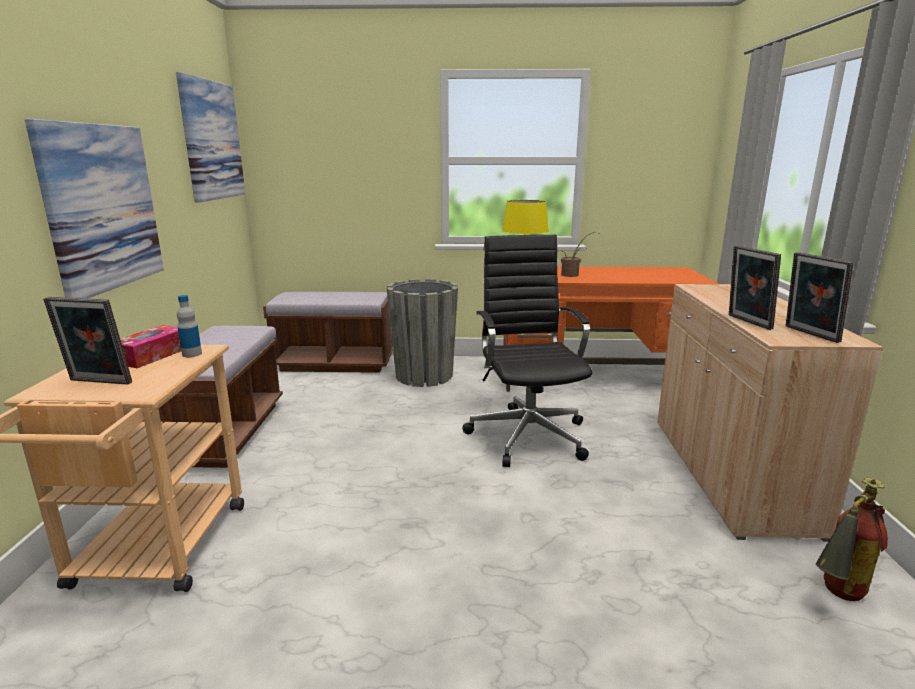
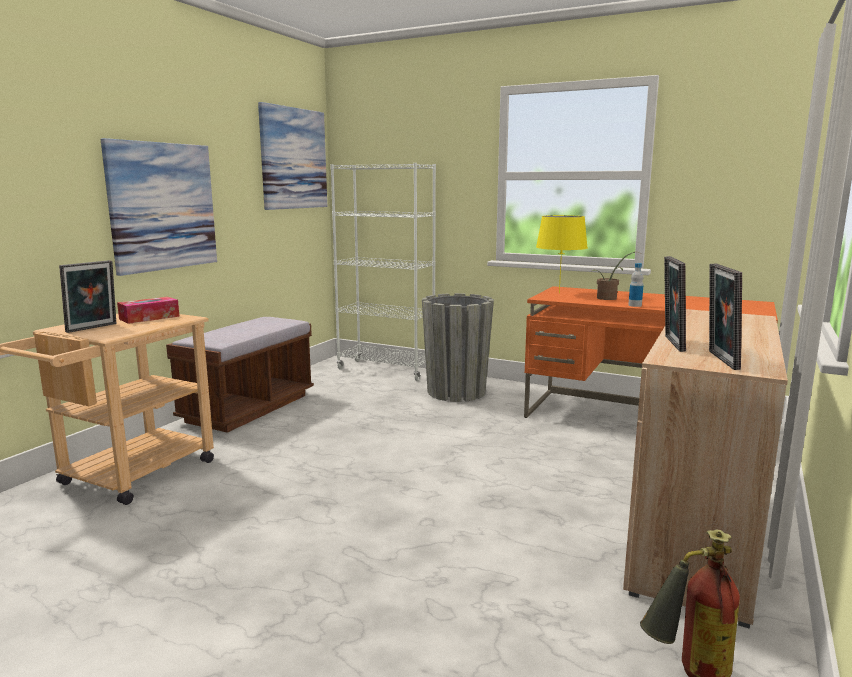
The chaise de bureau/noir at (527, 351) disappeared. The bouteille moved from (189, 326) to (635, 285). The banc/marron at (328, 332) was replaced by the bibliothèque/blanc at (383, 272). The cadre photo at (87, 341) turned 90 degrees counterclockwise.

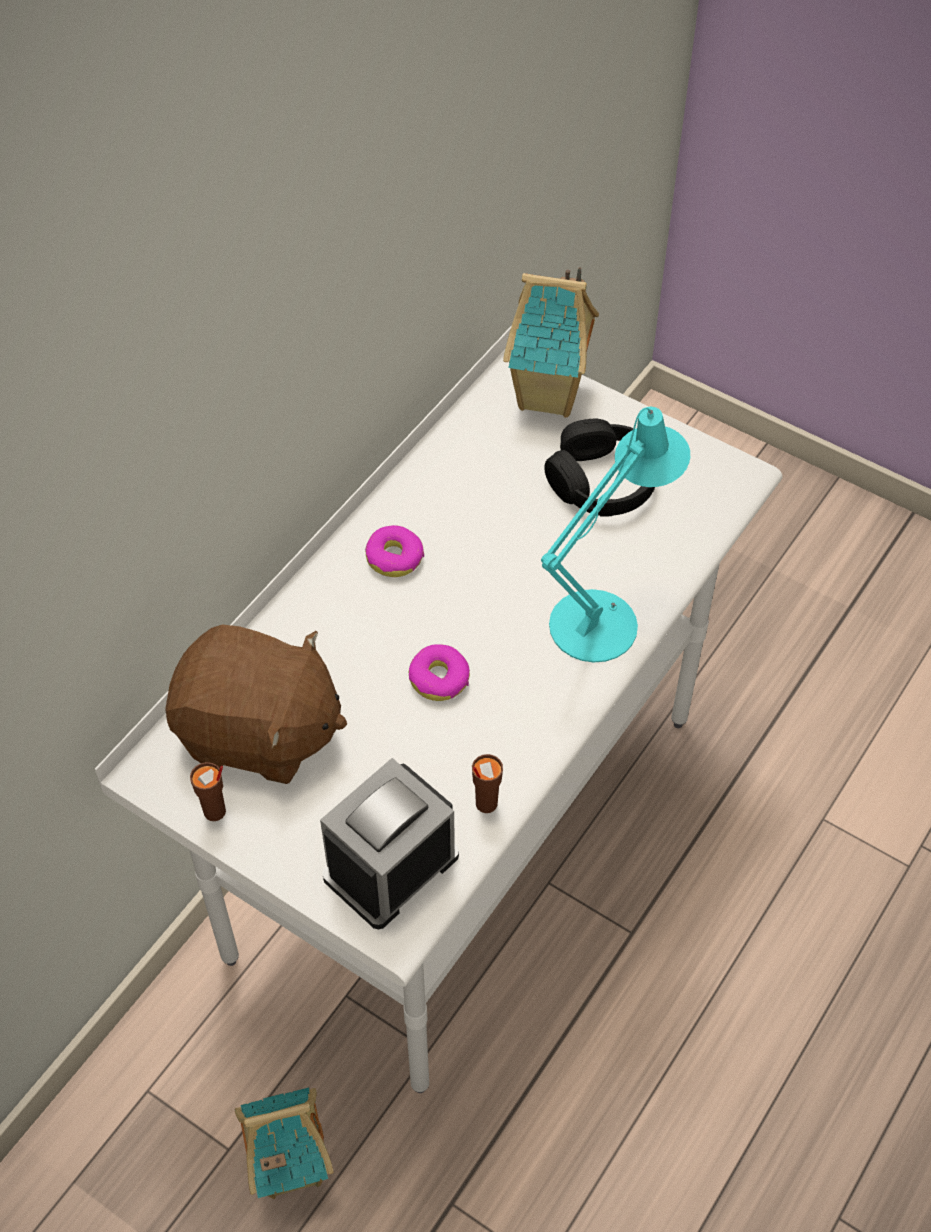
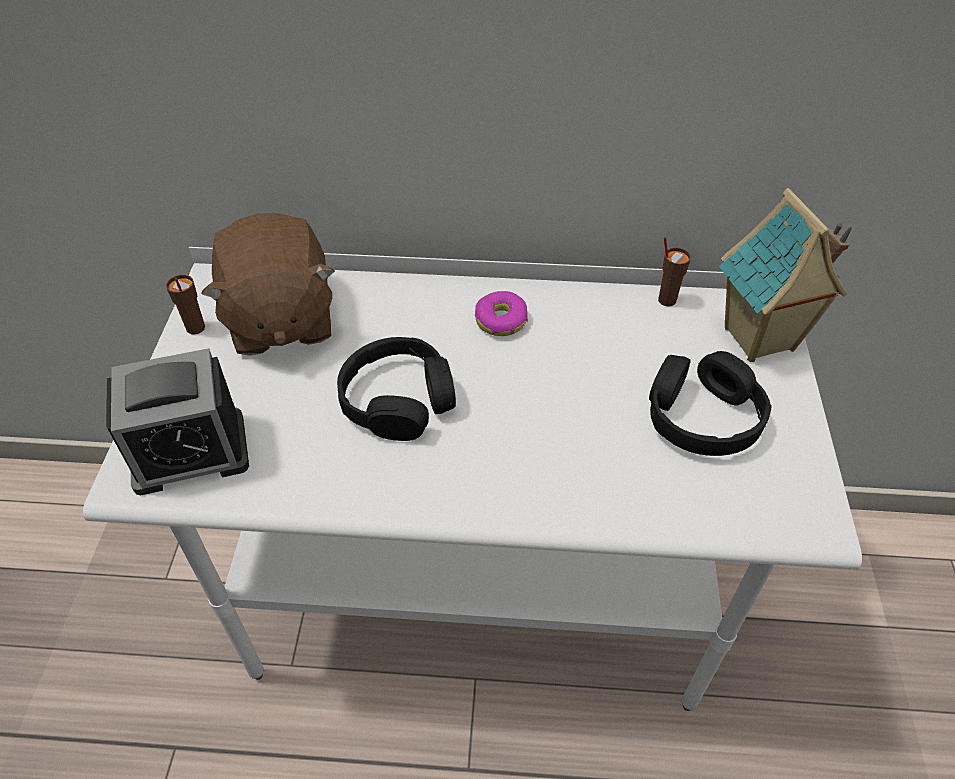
The maison miniature at (284, 1143) disappeared. The lampe de table/turquoise at (615, 535) disappeared. The tasse/marron moved from (487, 783) to (674, 272). The beignet at (439, 672) was replaced by the casque audio/noir at (396, 389). The réveil at (389, 843) turned 150 degrees clockwise.

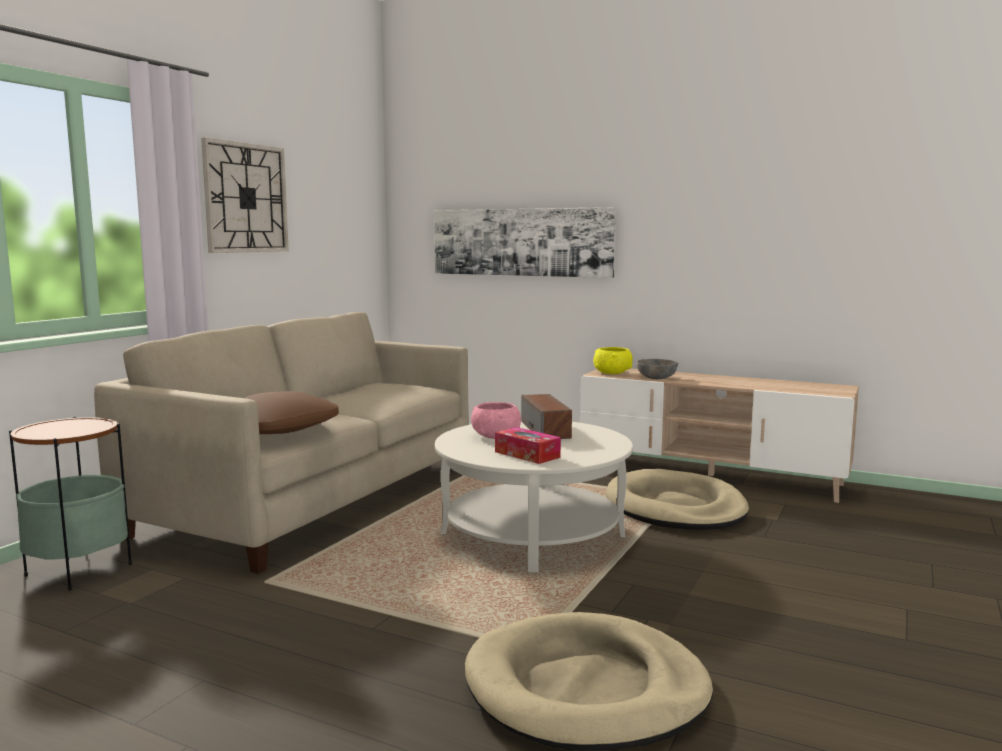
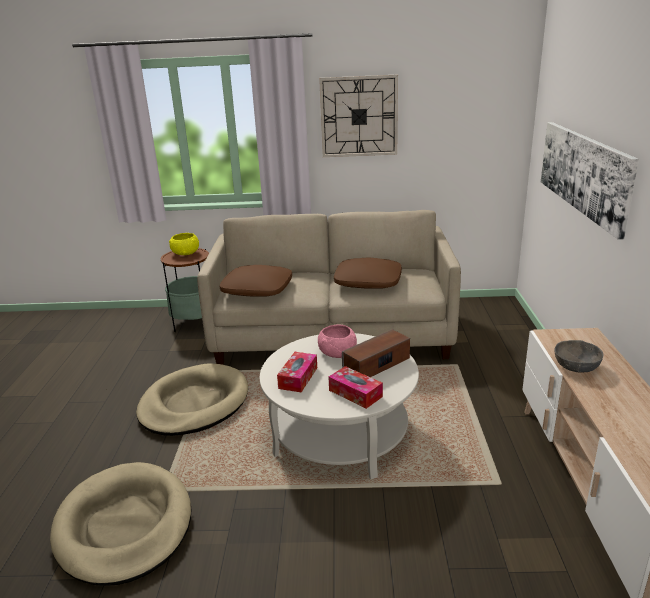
The boîte à mouchoirs at (356, 387) appeared. The coussin/marron at (368, 273) appeared. The bol/jaune moved from (613, 360) to (184, 244). The panier pour chien/beige moved from (677, 499) to (192, 399).

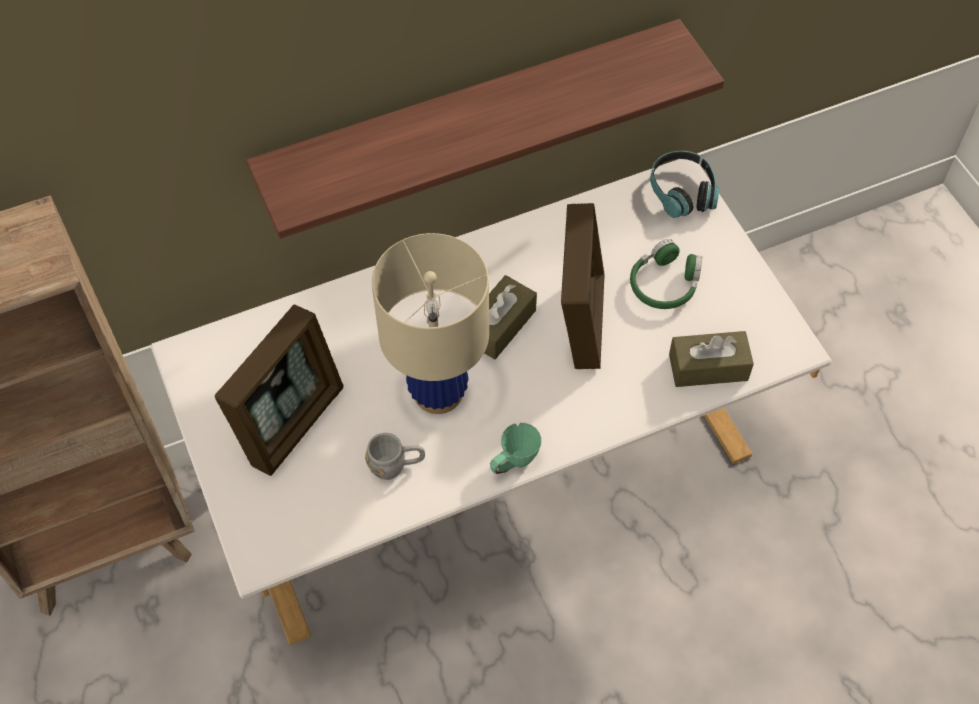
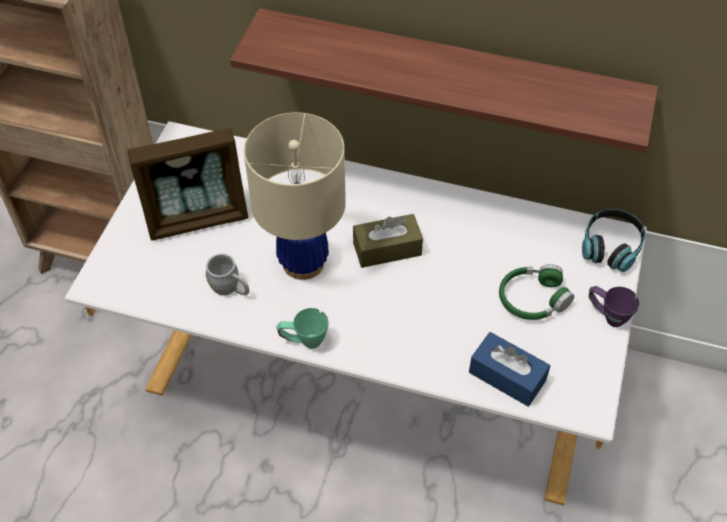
The cadre photo at (583, 286) disappeared. The mug/violet at (614, 306) appeared. The boîte à mouchoirs/marron at (711, 359) became the boîte à mouchoirs/bleu at (509, 369).

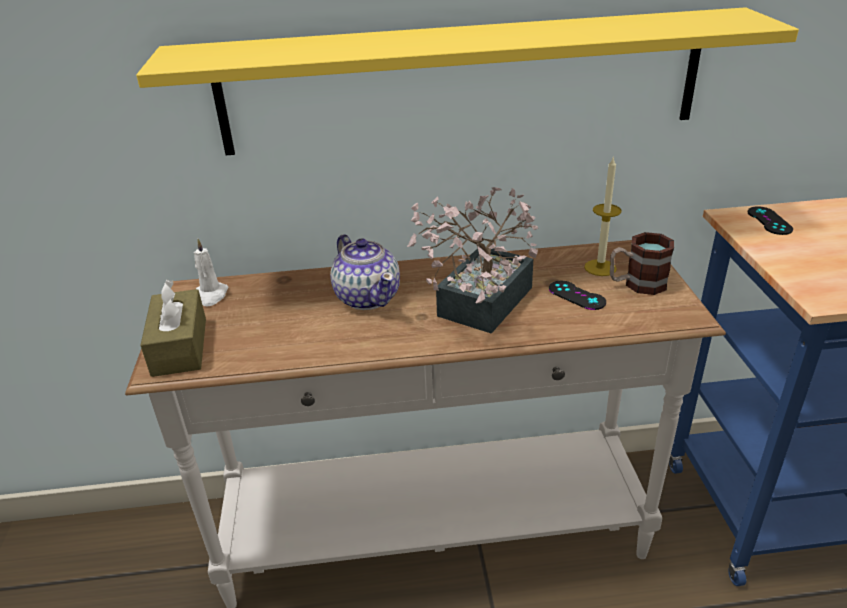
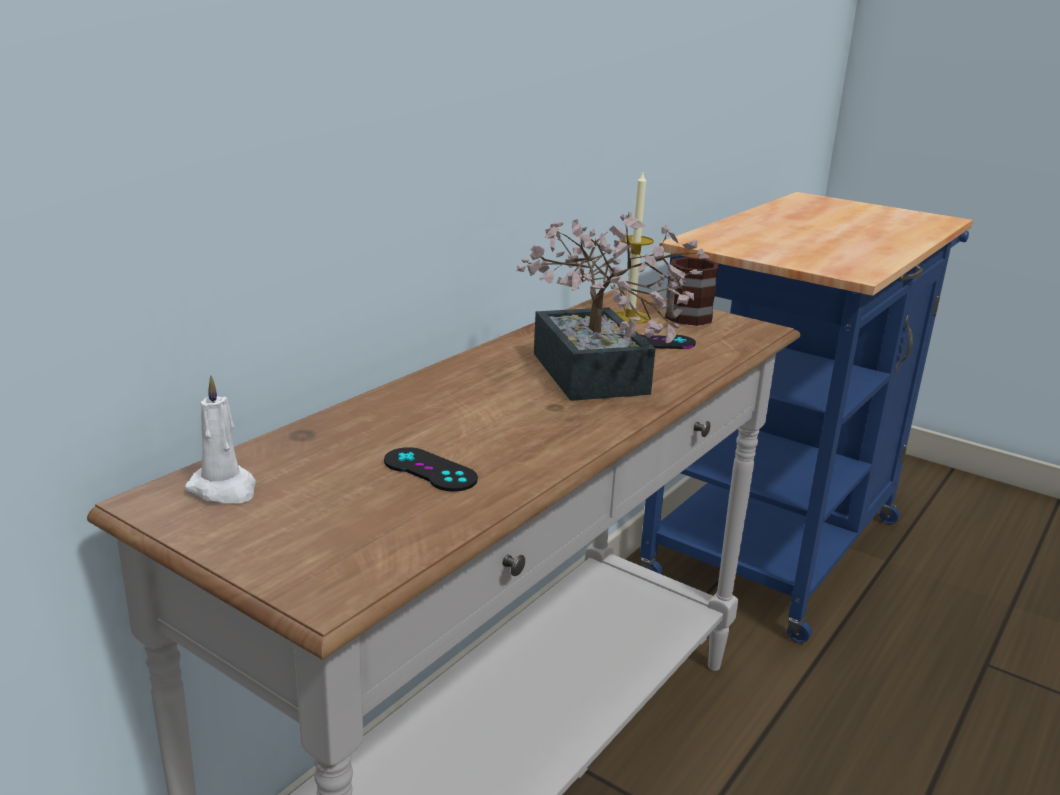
The étagère/jaune at (467, 81) disappeared. The boîte à mouchoirs/marron at (173, 328) disappeared. The théière at (365, 272) disappeared. The manette/noir moved from (770, 220) to (431, 469).

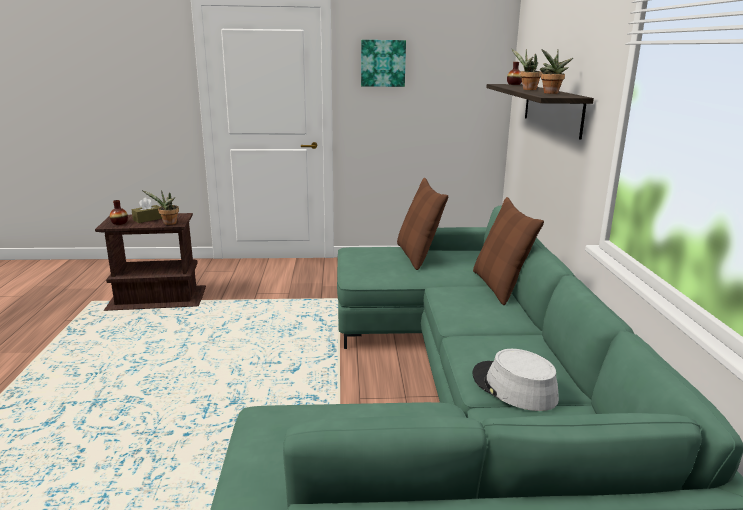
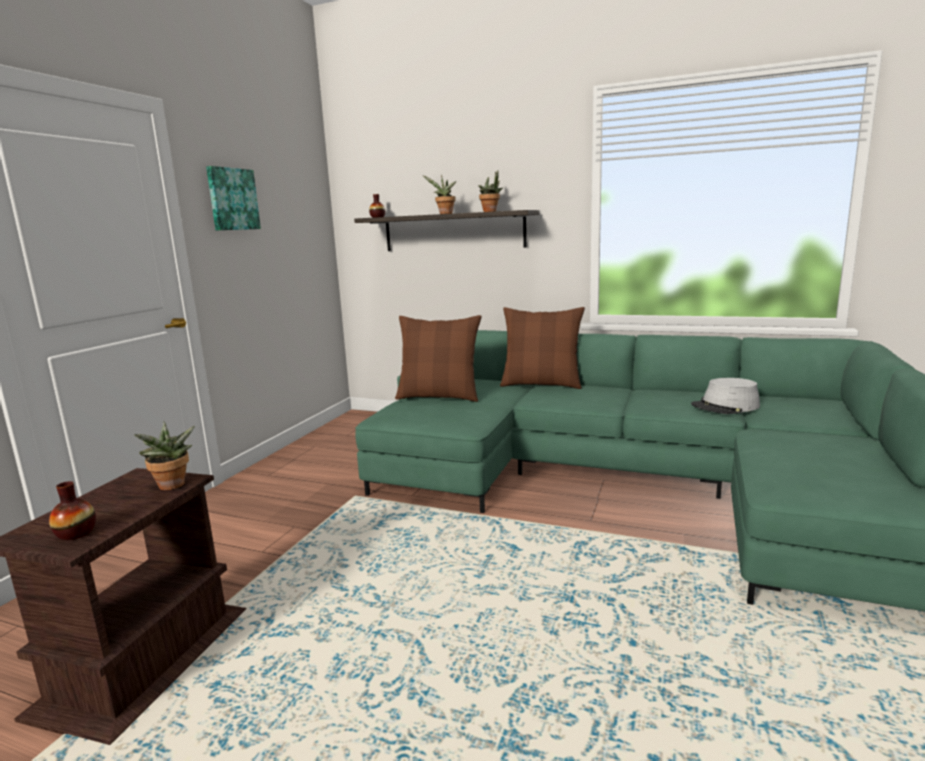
The boîte à mouchoirs/marron at (147, 210) disappeared.

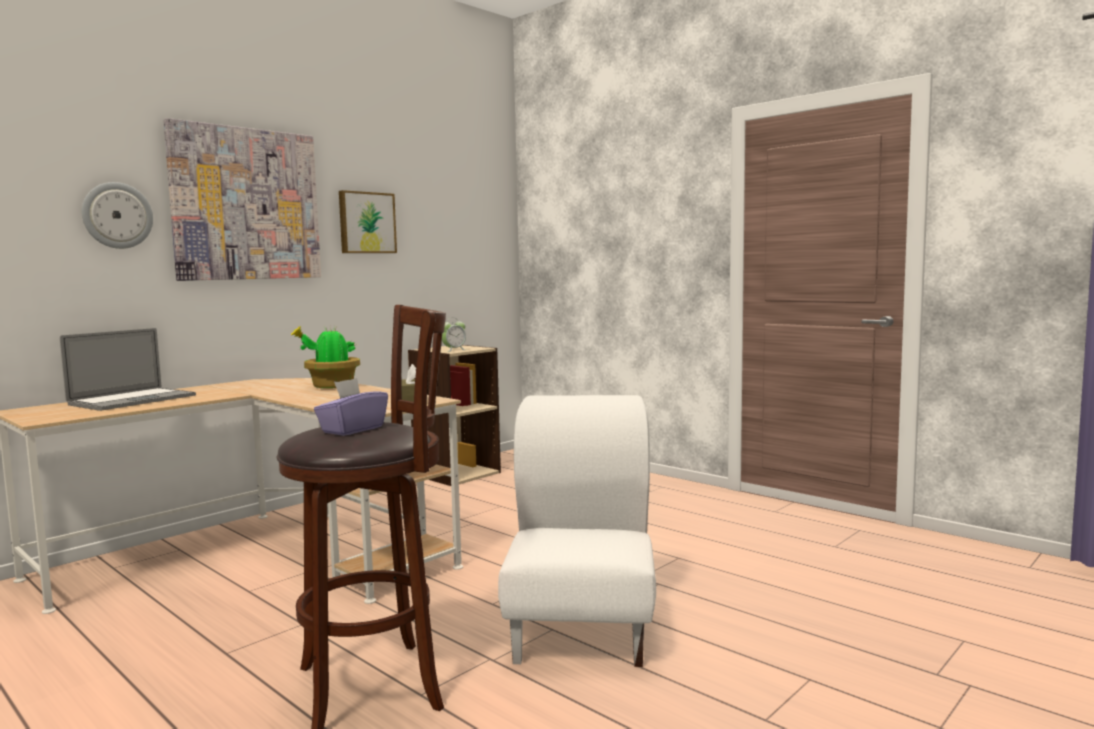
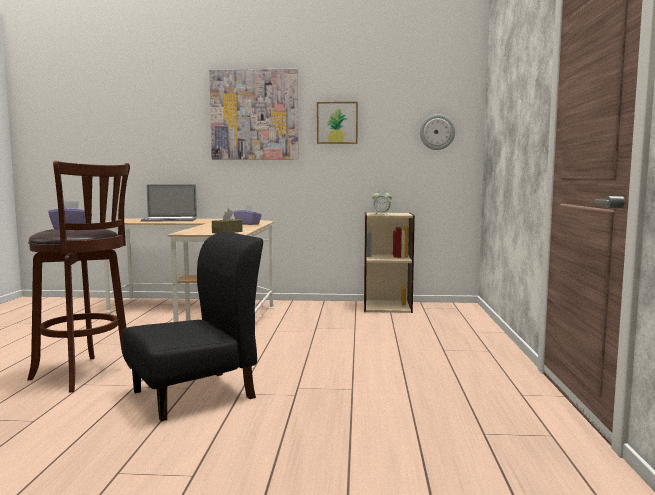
The horloge murale moved from (117, 215) to (437, 132). The plante en pot at (325, 357) was replaced by the boîte à mouchoirs/violet at (248, 215). The chaise/blanc at (577, 531) became the chaise/noir at (192, 326).

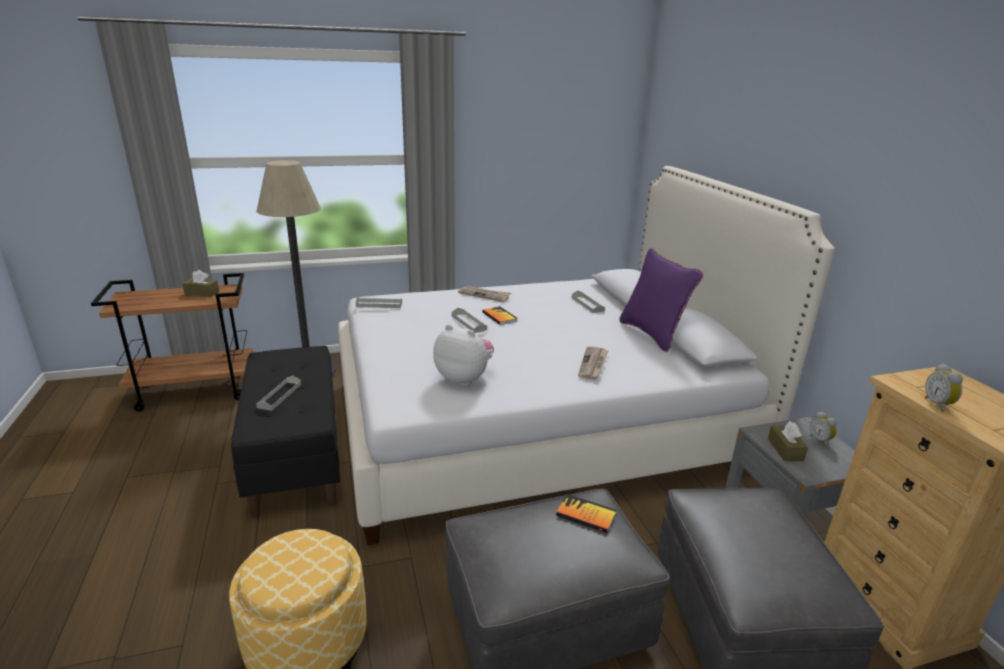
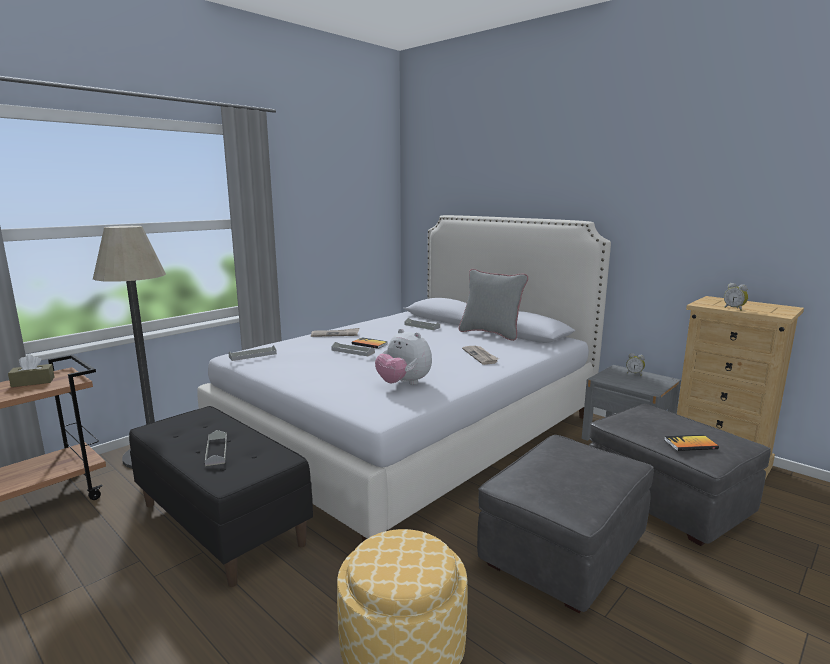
The boîte à mouchoirs/marron at (788, 441) disappeared. The livre moved from (586, 513) to (691, 443). The coussin/violet at (661, 300) became the coussin/gris at (493, 305). The peluche at (463, 355) turned 135 degrees counterclockwise.

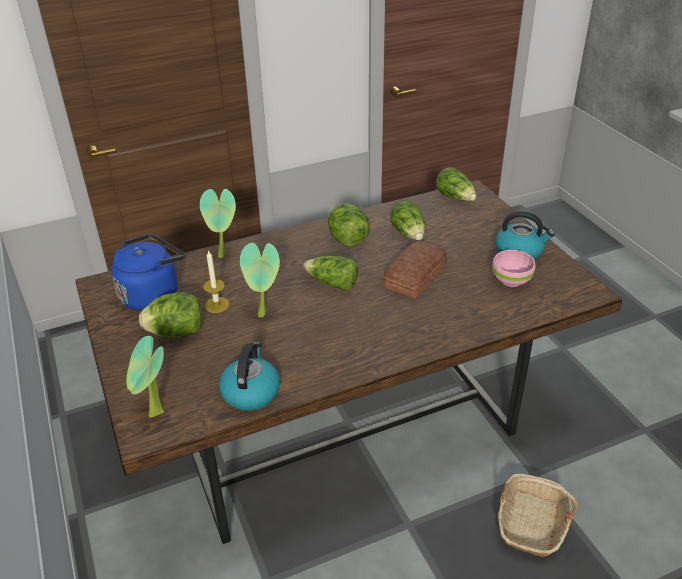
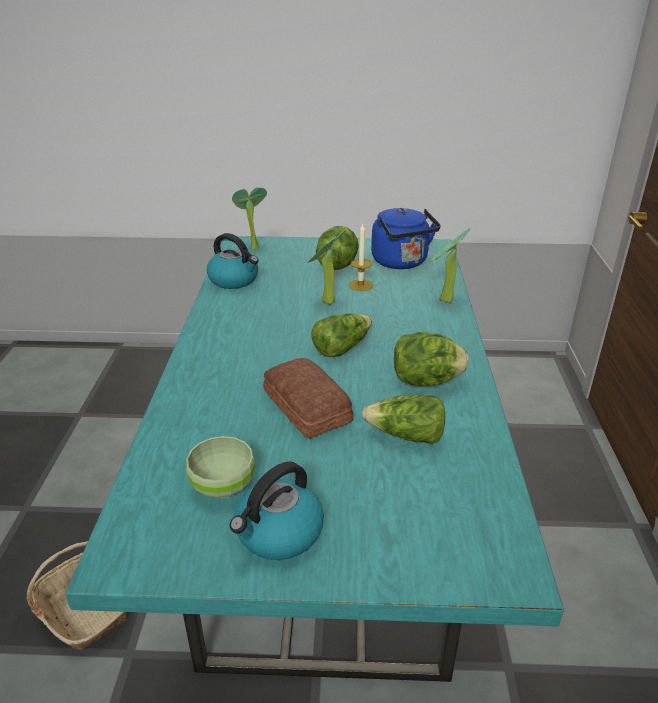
The laitue at (456, 184) disappeared. The table à manger/marron at (348, 362) became the table à manger/turquoise at (314, 459). The bol/rose at (514, 268) became the bol/vert at (220, 467).

